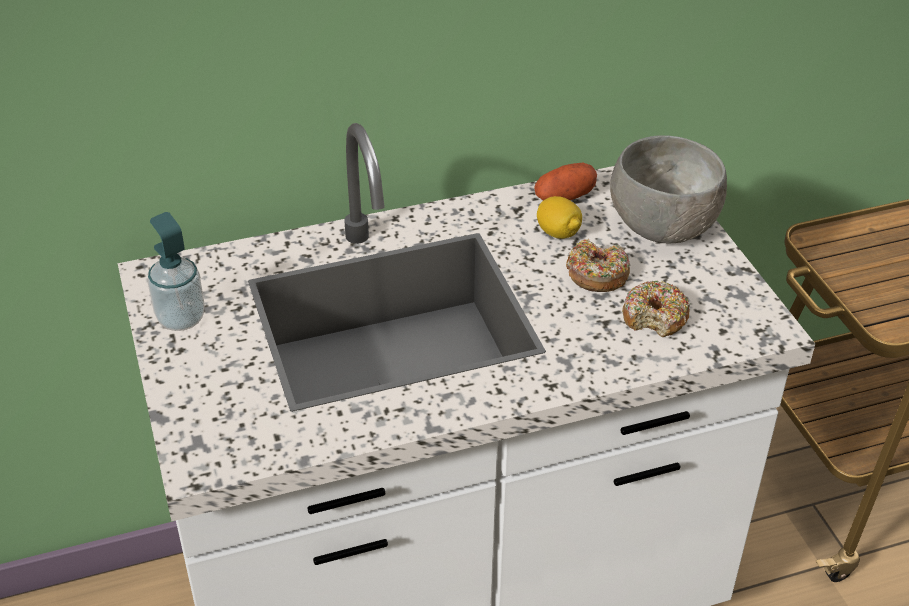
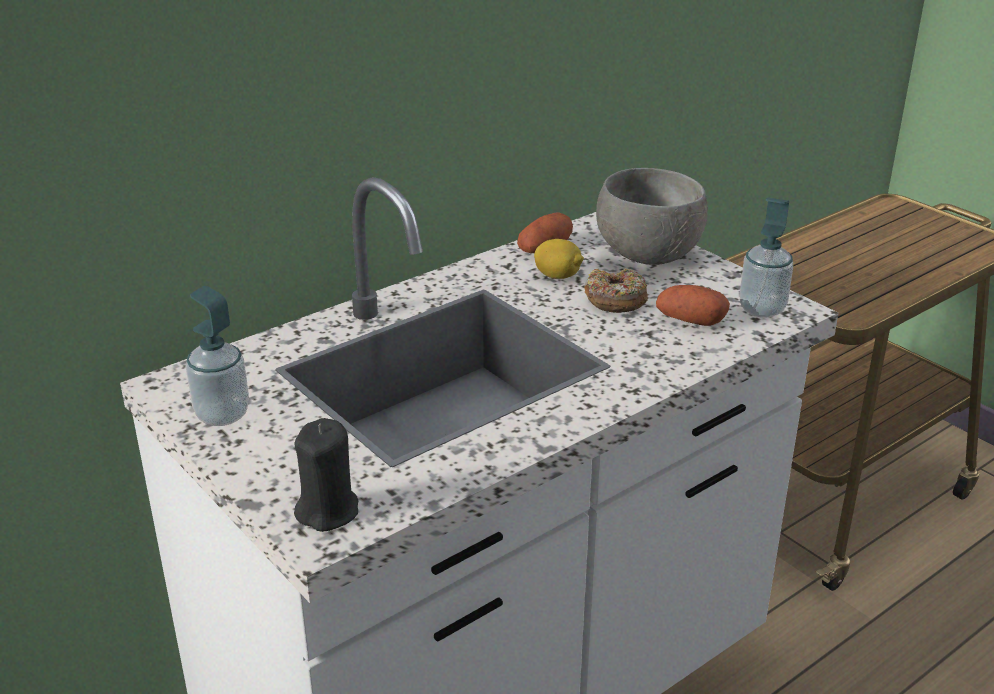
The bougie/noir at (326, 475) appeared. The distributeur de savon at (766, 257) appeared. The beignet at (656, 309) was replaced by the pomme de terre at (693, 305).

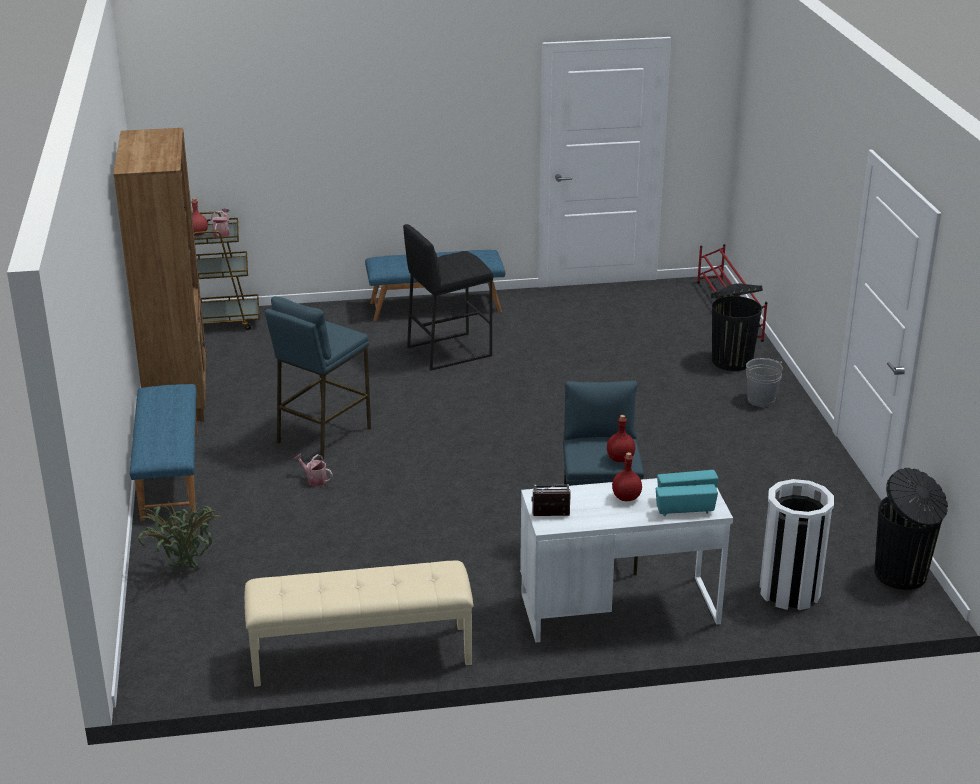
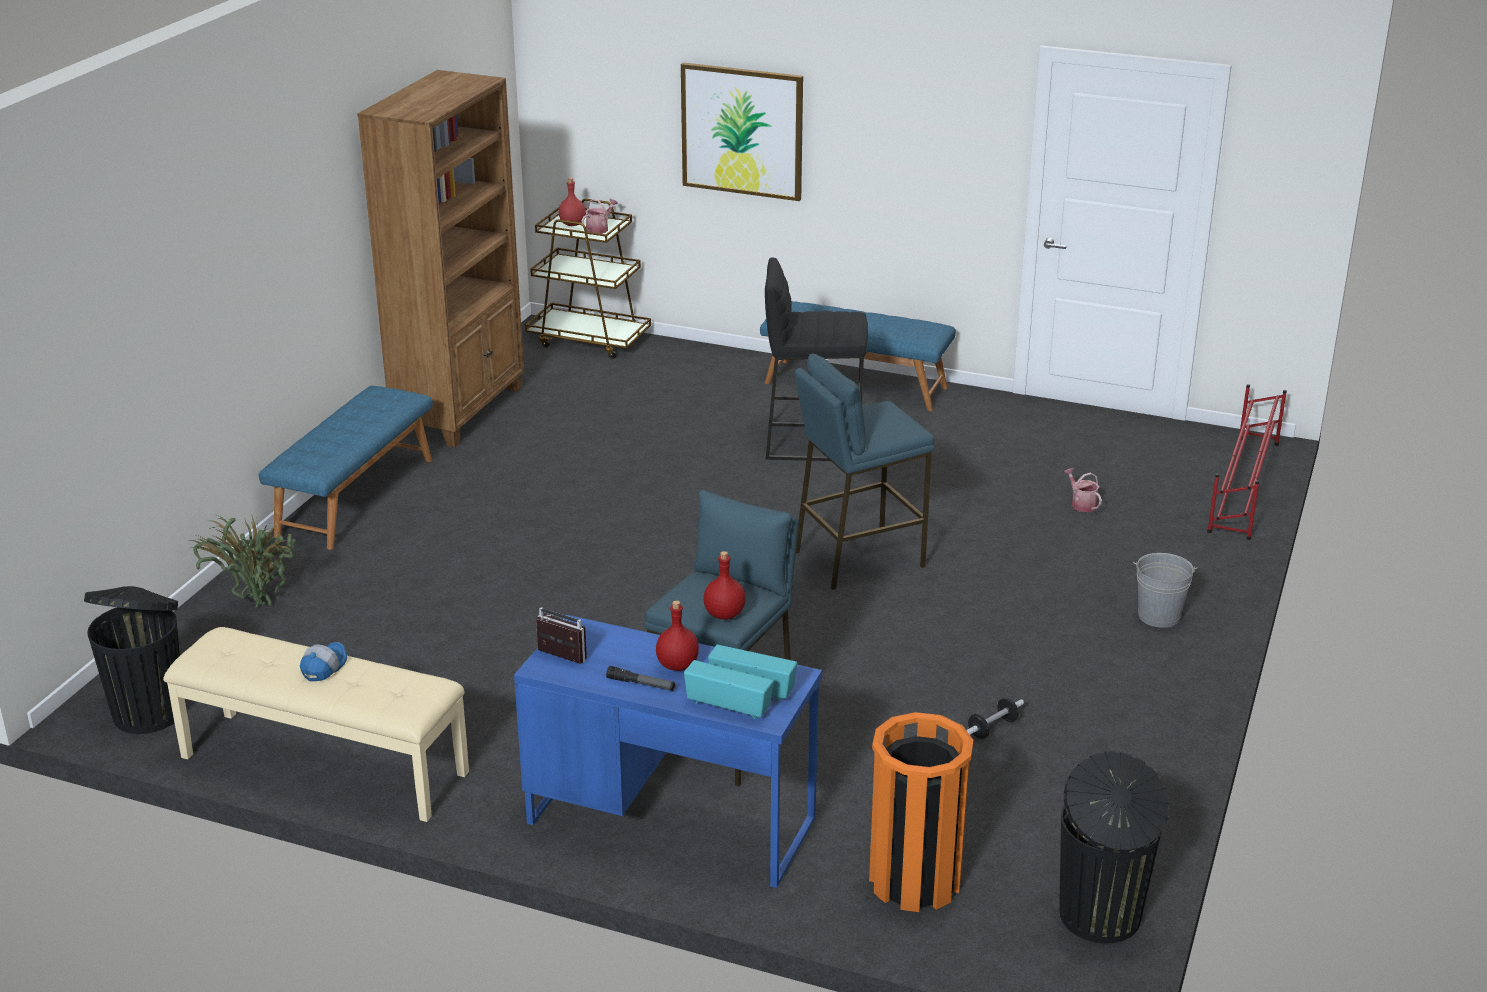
The casquette at (323, 661) appeared. The lampe de poche at (640, 678) appeared. The tableau at (742, 131) appeared. The haltère at (995, 718) appeared. The tabouret/bleu moved from (318, 378) to (864, 471). The arrosoir moved from (313, 469) to (1083, 490). The poubelle/noir moved from (737, 327) to (132, 660). The bureau/blanc at (626, 560) became the bureau/bleu at (668, 751). The poubelle/blanc at (796, 544) became the poubelle/orange at (921, 812).

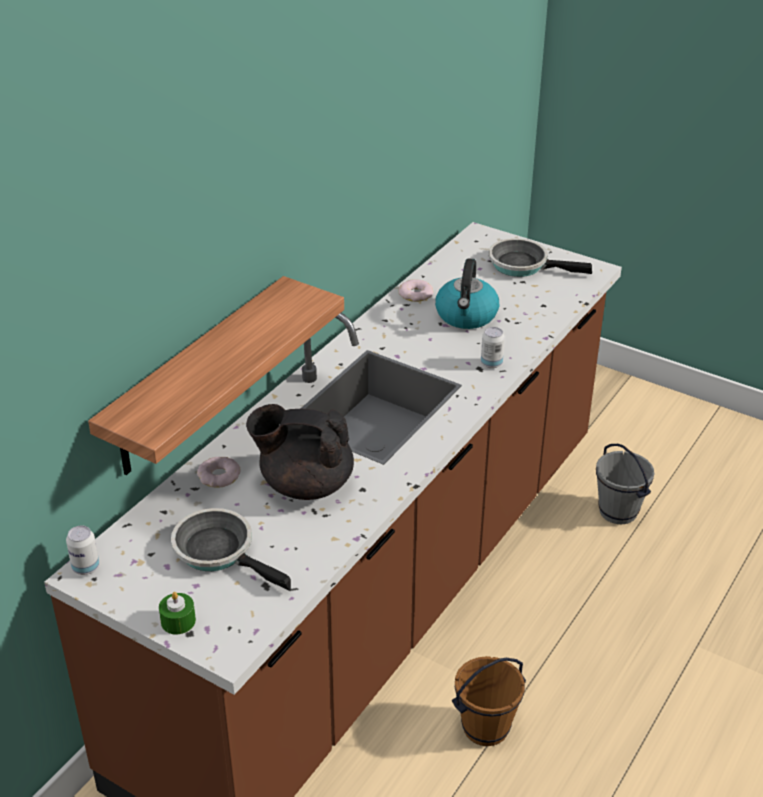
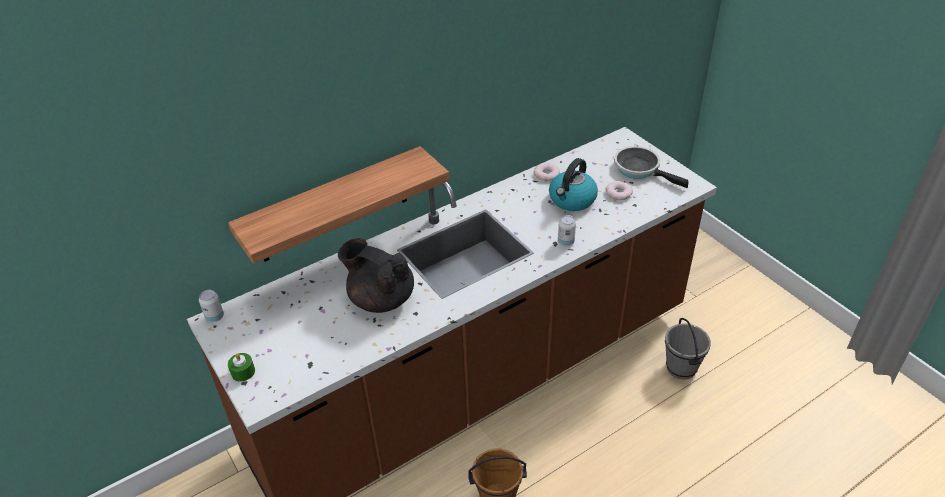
The poêle at (231, 549) disappeared. The beignet moved from (219, 472) to (619, 190).

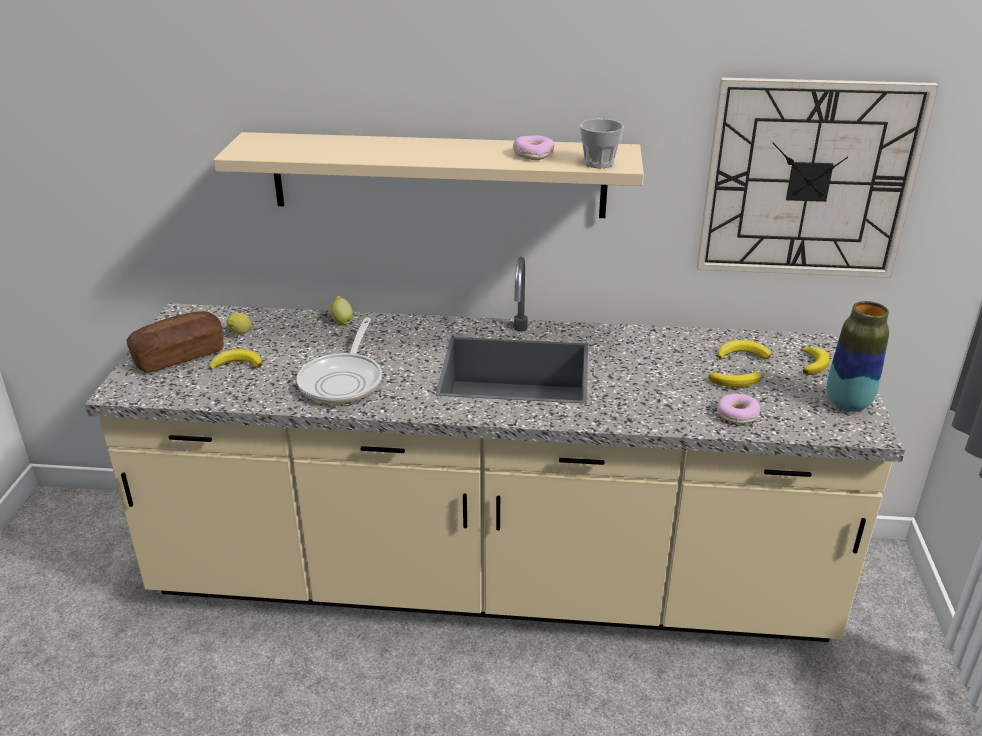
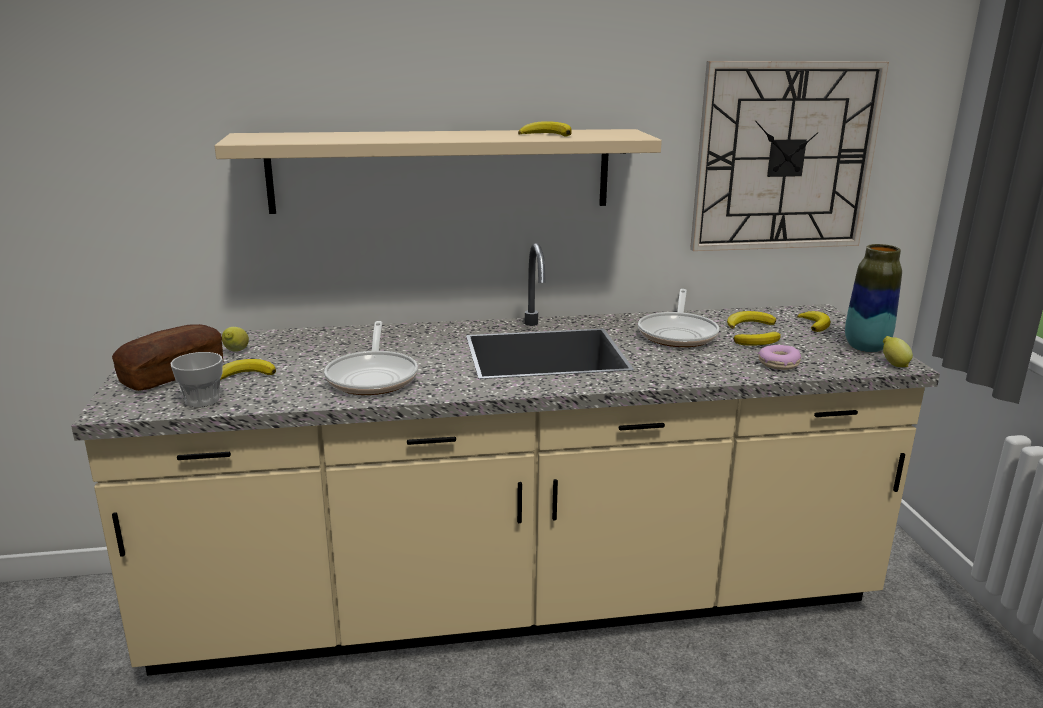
The poêle at (678, 318) appeared. The citron moved from (341, 310) to (898, 351). The tasse moved from (601, 143) to (196, 379). The beignet at (534, 147) was replaced by the banane at (545, 129).

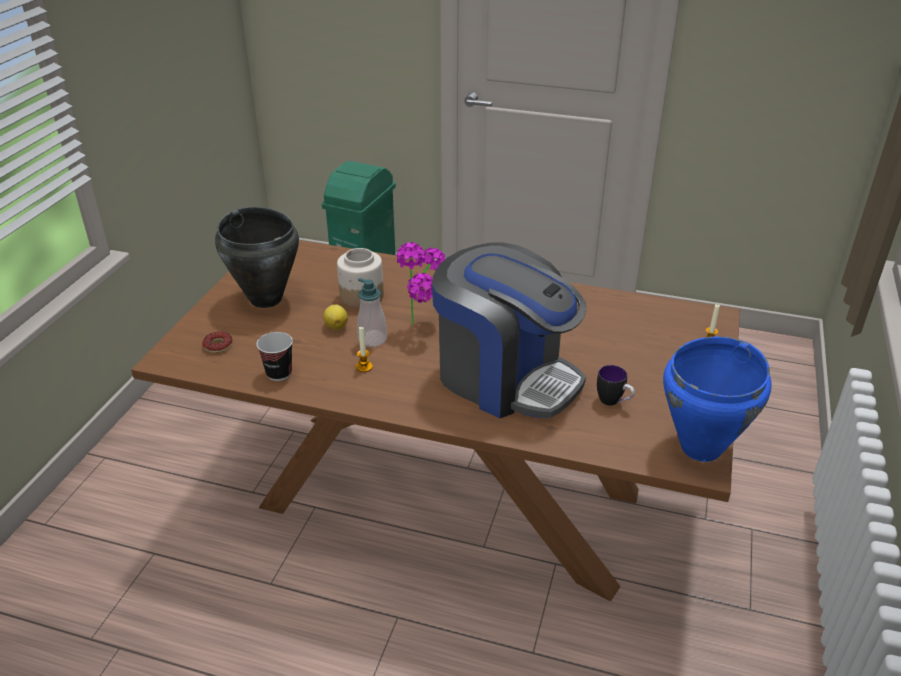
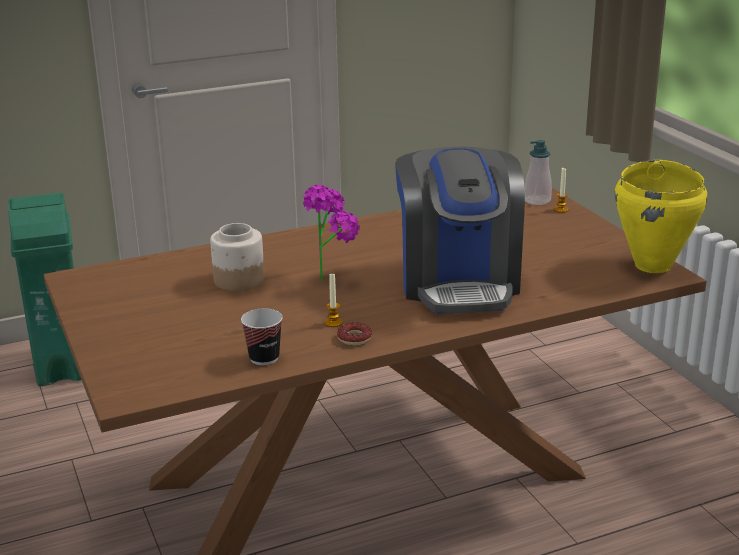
The marmite/noir at (257, 257) disappeared. The citron at (335, 317) disappeared. The mug at (616, 385) disappeared. The beignet moved from (217, 342) to (354, 333). The distributeur de savon moved from (372, 312) to (538, 172). The marmite/bleu at (717, 399) became the marmite/jaune at (661, 216). The machine à café at (509, 330) turned 90 degrees clockwise.

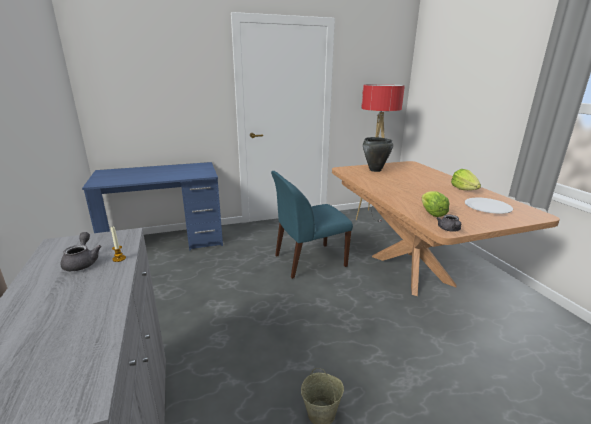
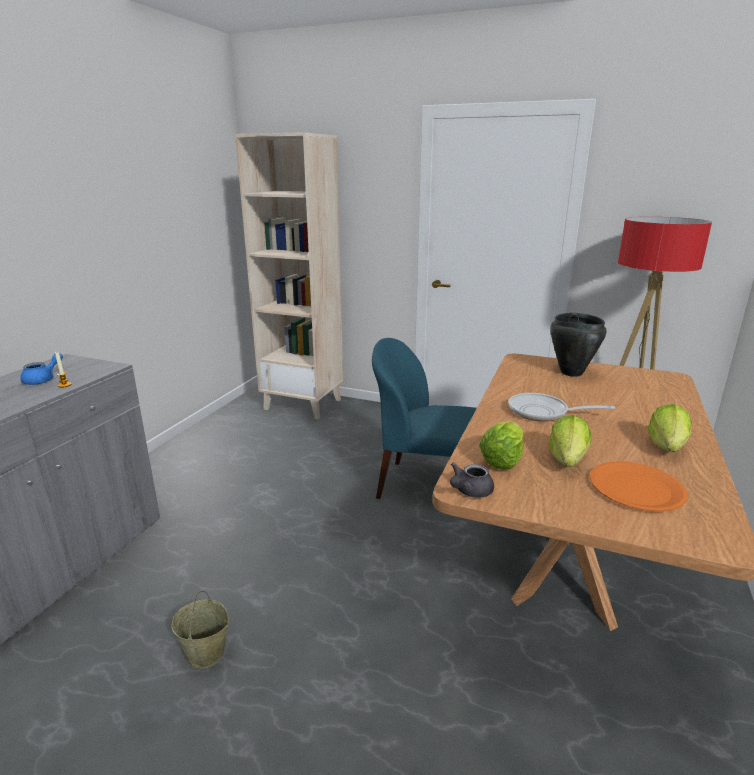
The poêle at (561, 407) appeared. The laitue at (570, 441) appeared. The bureau/bleu at (152, 206) was replaced by the bibliothèque/beige at (289, 276). The théière/gris at (80, 251) became the théière/bleu at (41, 369). The assiette/blanc at (489, 205) became the assiette/orange at (639, 486).

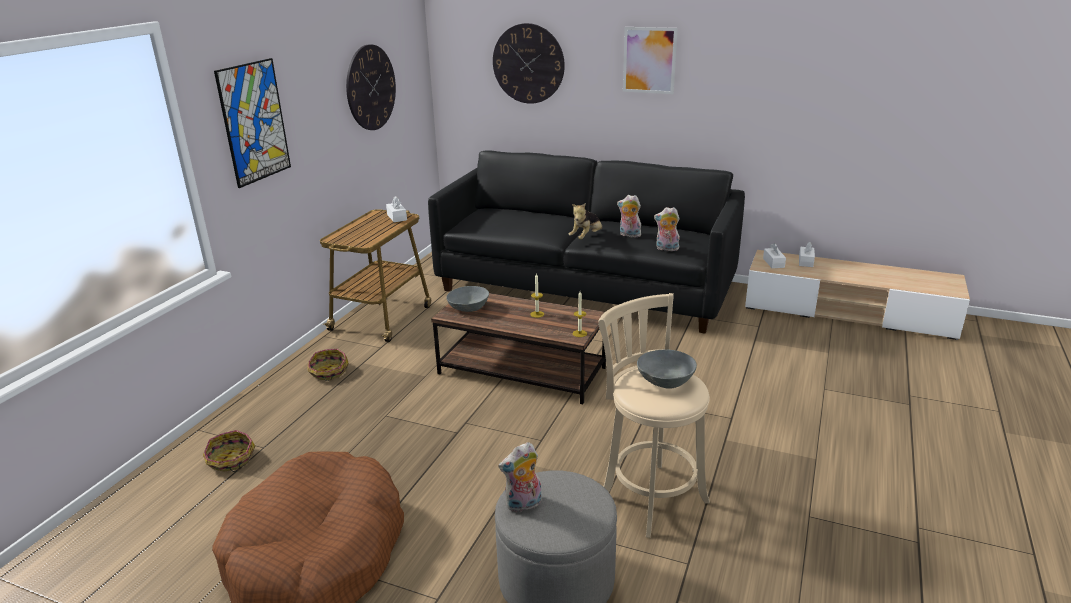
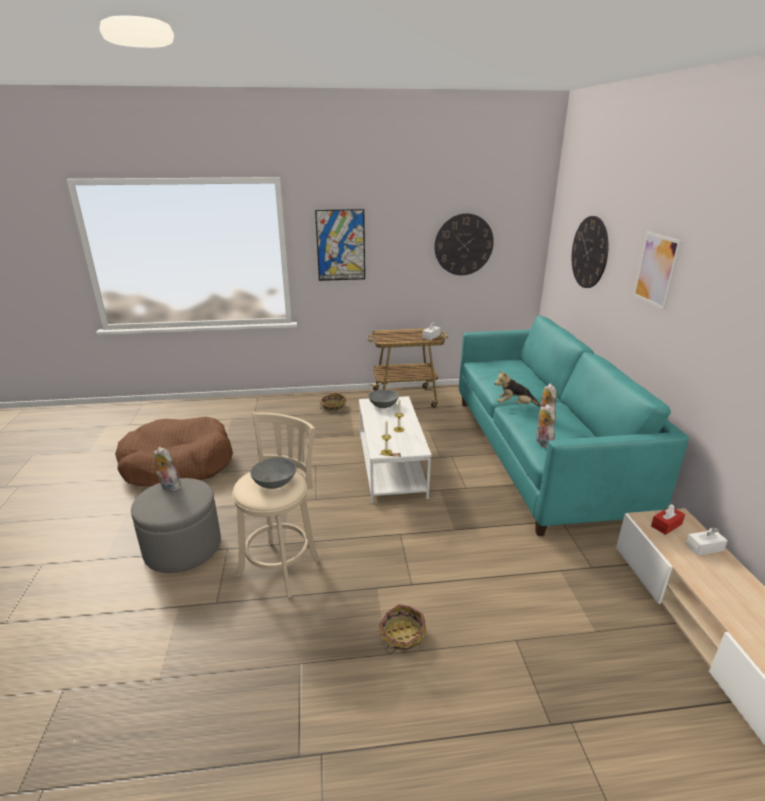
The panier moved from (229, 451) to (402, 629). The canapé/noir at (586, 242) became the canapé/turquoise at (574, 426). The table basse/marron at (518, 348) became the table basse/blanc at (395, 449). The boîte à mouchoirs/blanc at (774, 255) became the boîte à mouchoirs/rouge at (668, 519).

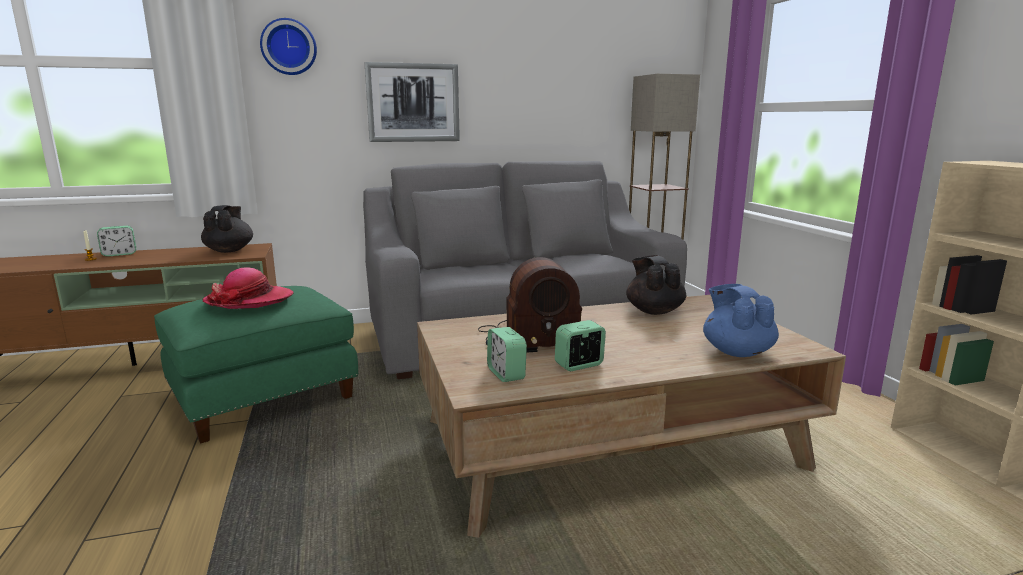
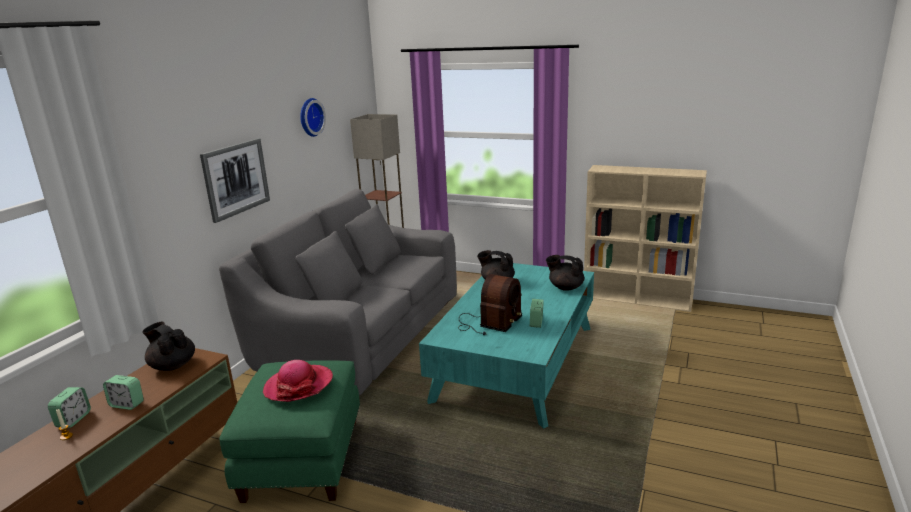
The horloge murale moved from (288, 46) to (313, 117). The réveil moved from (507, 354) to (123, 392). The table basse/marron at (631, 416) became the table basse/turquoise at (506, 346). The théière/bleu at (741, 320) became the théière/noir at (565, 273).

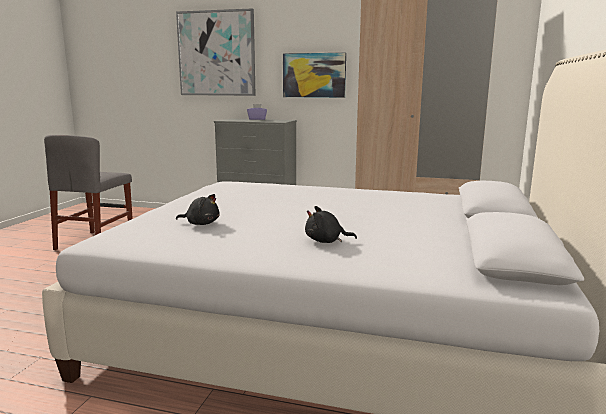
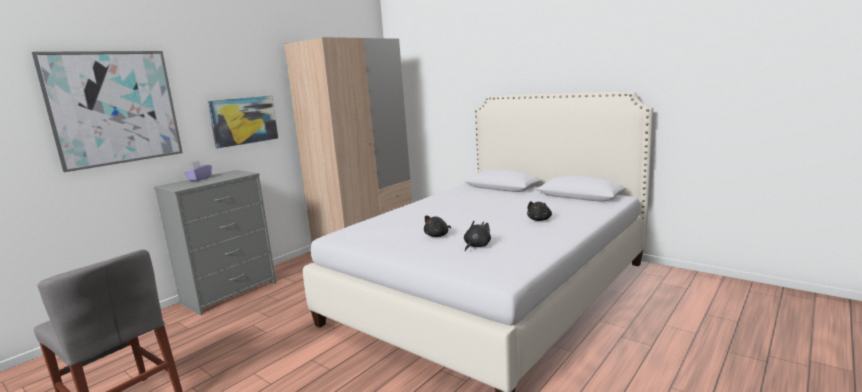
The peluche/noir at (437, 226) appeared.

